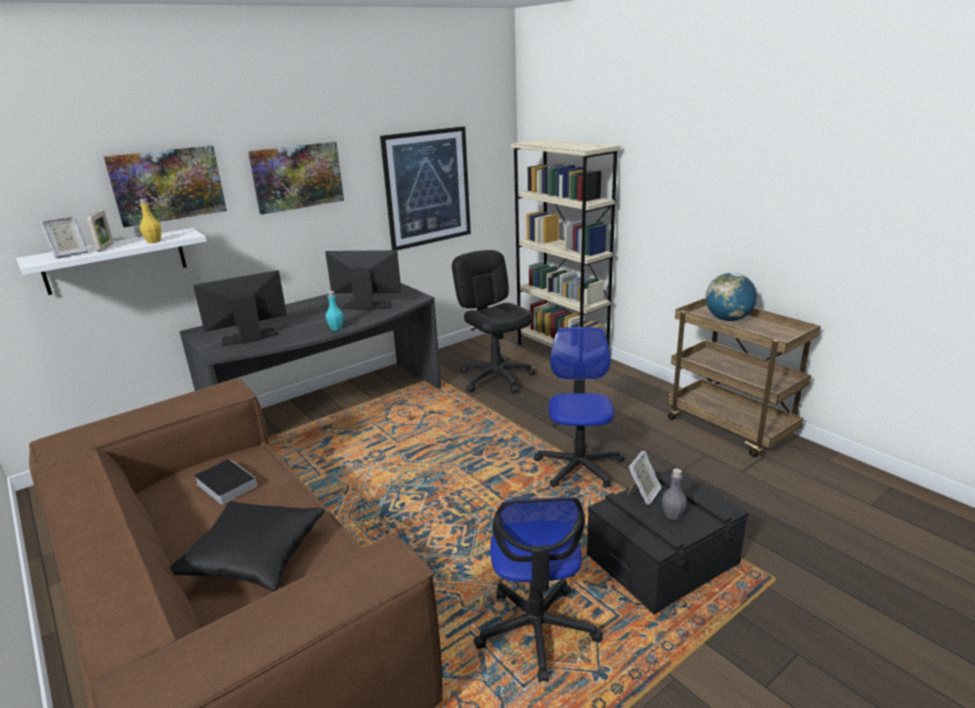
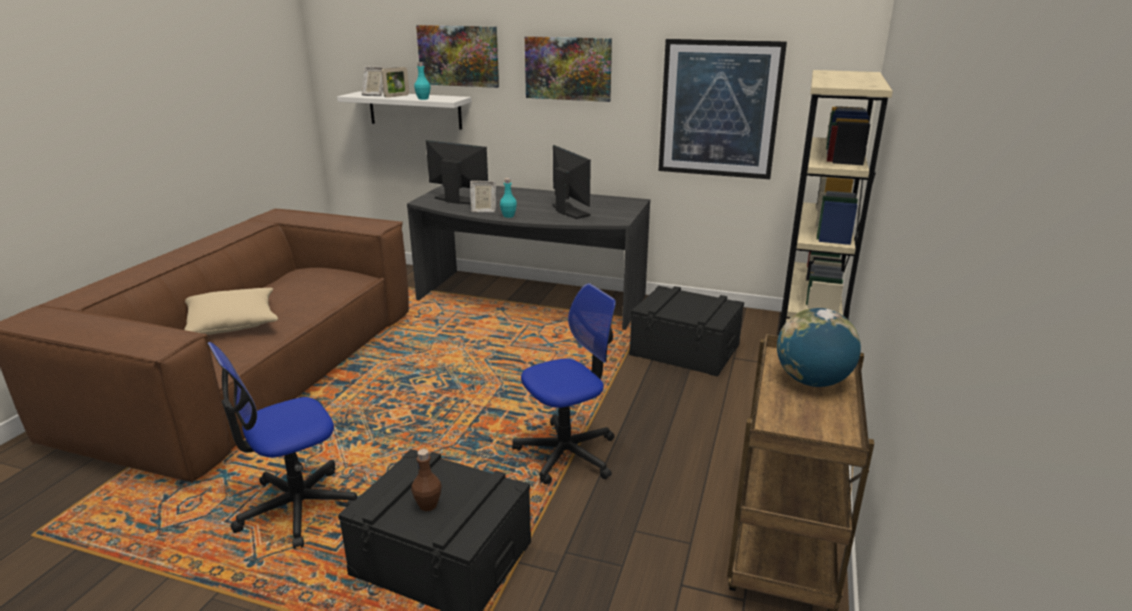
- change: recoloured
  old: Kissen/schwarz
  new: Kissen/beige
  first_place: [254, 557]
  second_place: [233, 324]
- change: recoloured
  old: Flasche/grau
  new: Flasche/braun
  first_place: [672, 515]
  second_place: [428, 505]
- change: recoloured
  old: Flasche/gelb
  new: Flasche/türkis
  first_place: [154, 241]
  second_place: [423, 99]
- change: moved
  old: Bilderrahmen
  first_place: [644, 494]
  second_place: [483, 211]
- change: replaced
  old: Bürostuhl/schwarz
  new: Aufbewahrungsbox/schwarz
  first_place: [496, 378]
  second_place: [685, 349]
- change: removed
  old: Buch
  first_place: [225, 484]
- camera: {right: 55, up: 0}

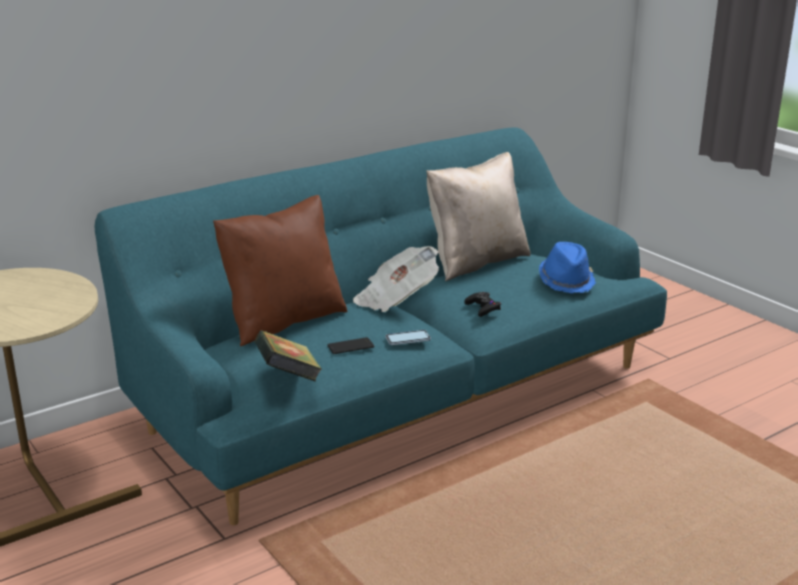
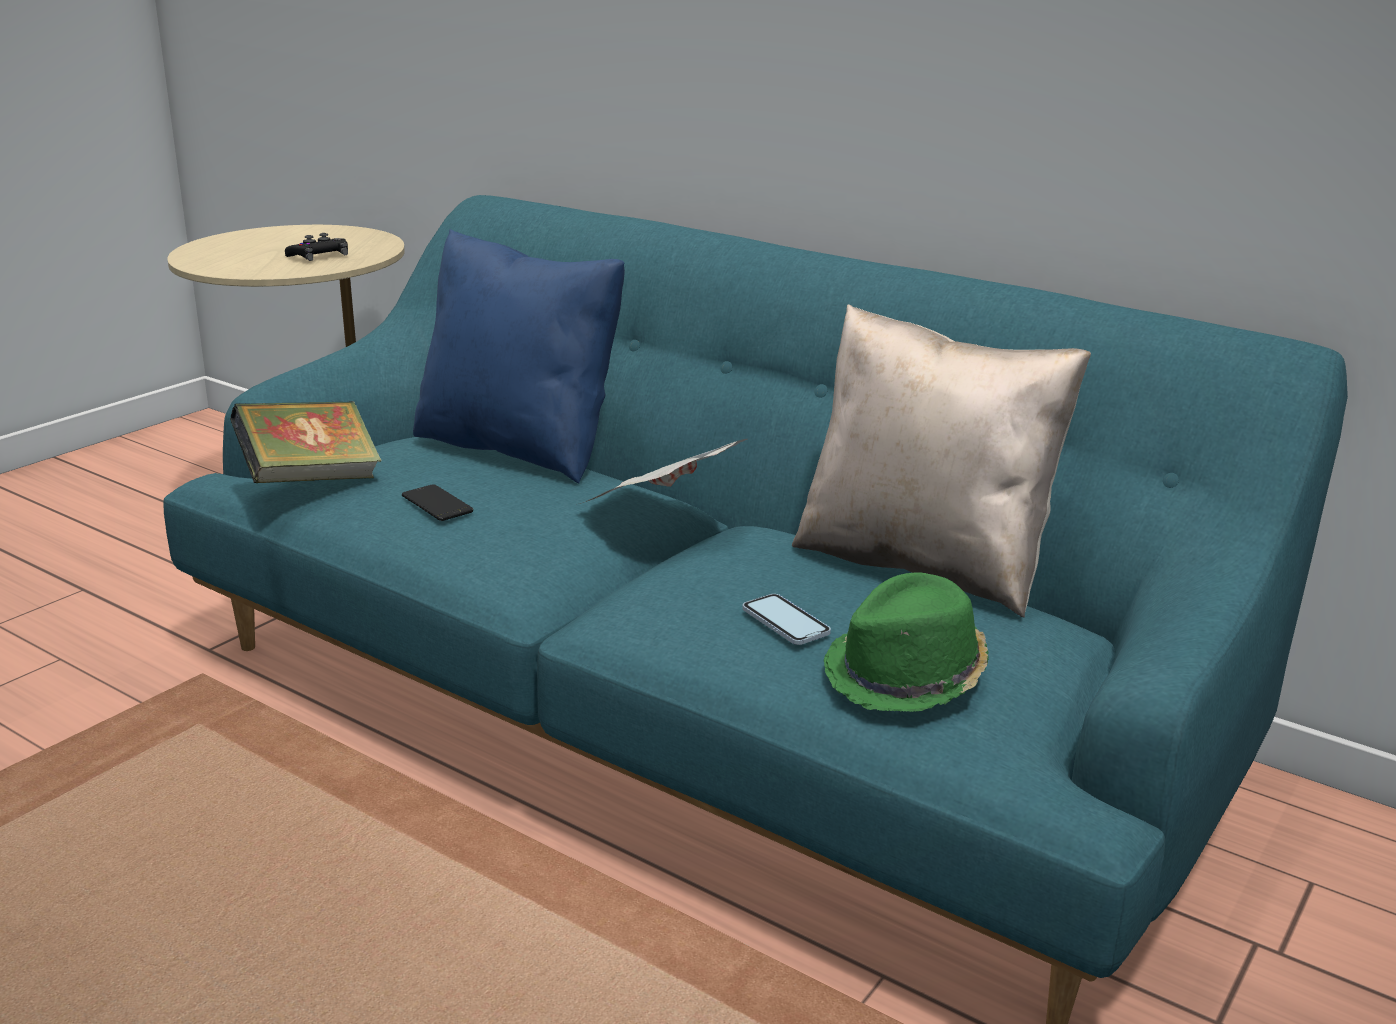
- change: moved
  old: Gamepad/schwarz
  first_place: [483, 308]
  second_place: [319, 256]
- change: recoloured
  old: Kissen/braun
  new: Kissen/blau
  first_place: [283, 321]
  second_place: [519, 448]
- change: moved
  old: Handy
  first_place: [408, 339]
  second_place: [785, 622]
- change: recoloured
  old: Hut/blau
  new: Hut/grün
  first_place: [566, 281]
  second_place: [907, 676]
- camera: {right: 70, up: 0}

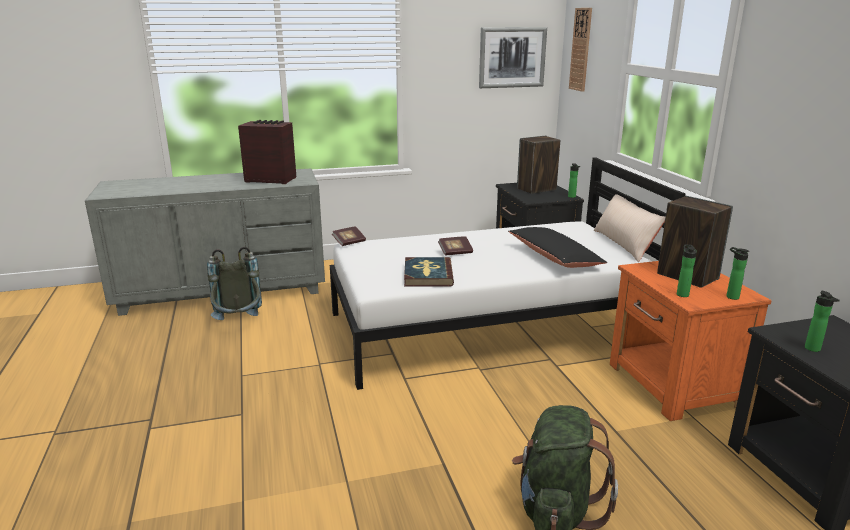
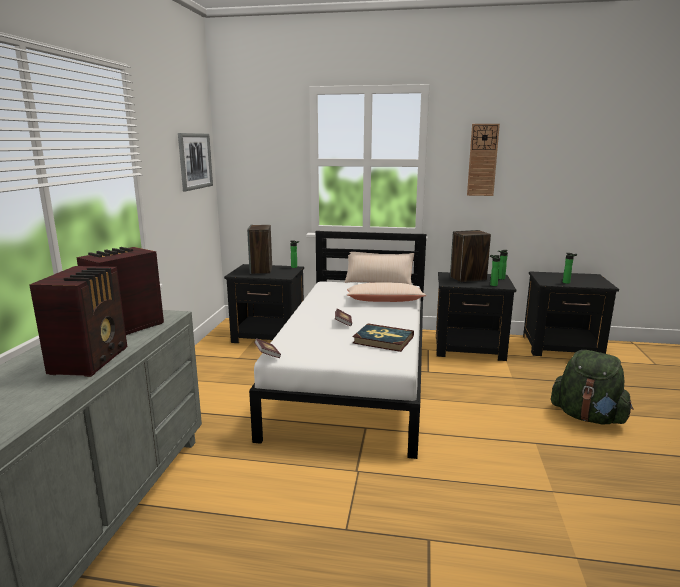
- change: added
  new: Radio
  second_place: [92, 360]
- change: recoloured
  old: Kissen/schwarz
  new: Kissen/beige
  first_place: [554, 257]
  second_place: [384, 301]
- change: recoloured
  old: Nachttisch/orange
  new: Nachttisch/schwarz
  first_place: [673, 385]
  second_place: [470, 348]
- change: moved
  old: Wanduhr
  first_place: [581, 49]
  second_place: [482, 160]
- change: removed
  old: Rucksack/grau
  first_place: [239, 324]
- camera: {right: -65, up: -5}

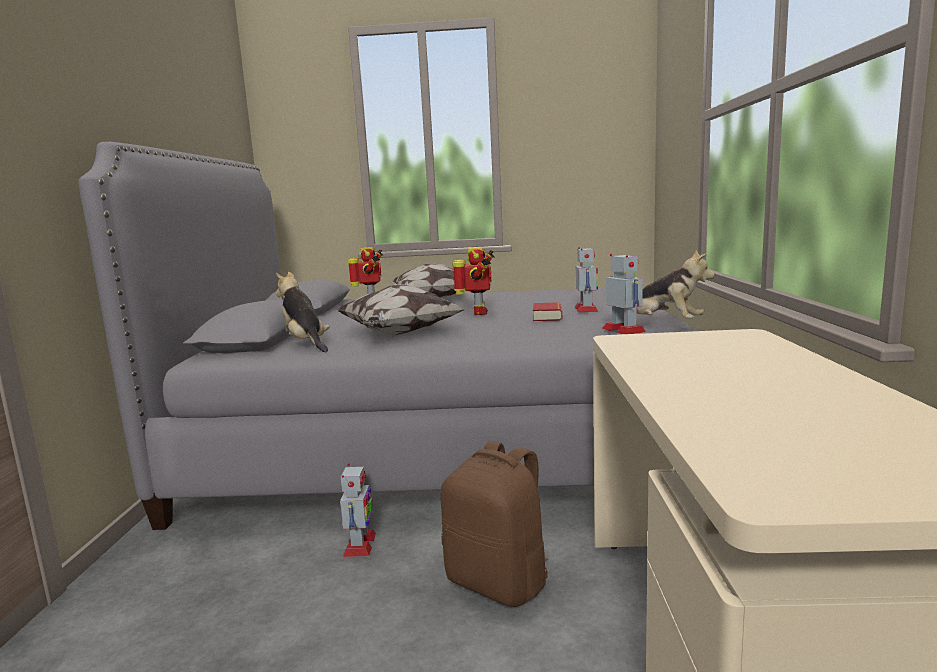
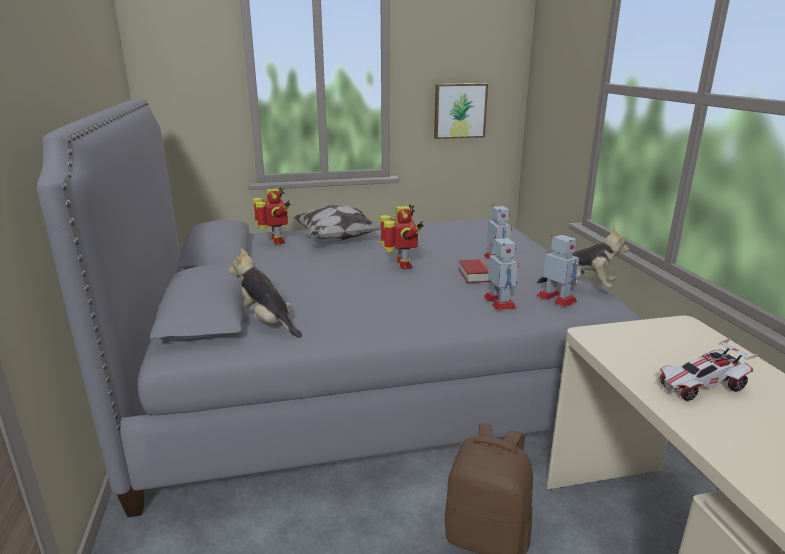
- change: added
  new: Bild
  second_place: [459, 110]
- change: moved
  old: Spielzeugroboter
  first_place: [360, 545]
  second_place: [500, 302]
- change: added
  new: Spielzeugauto
  second_place: [701, 387]
- change: removed
  old: Kissen
  first_place: [399, 334]
- camera: {right: -15, up: 10}

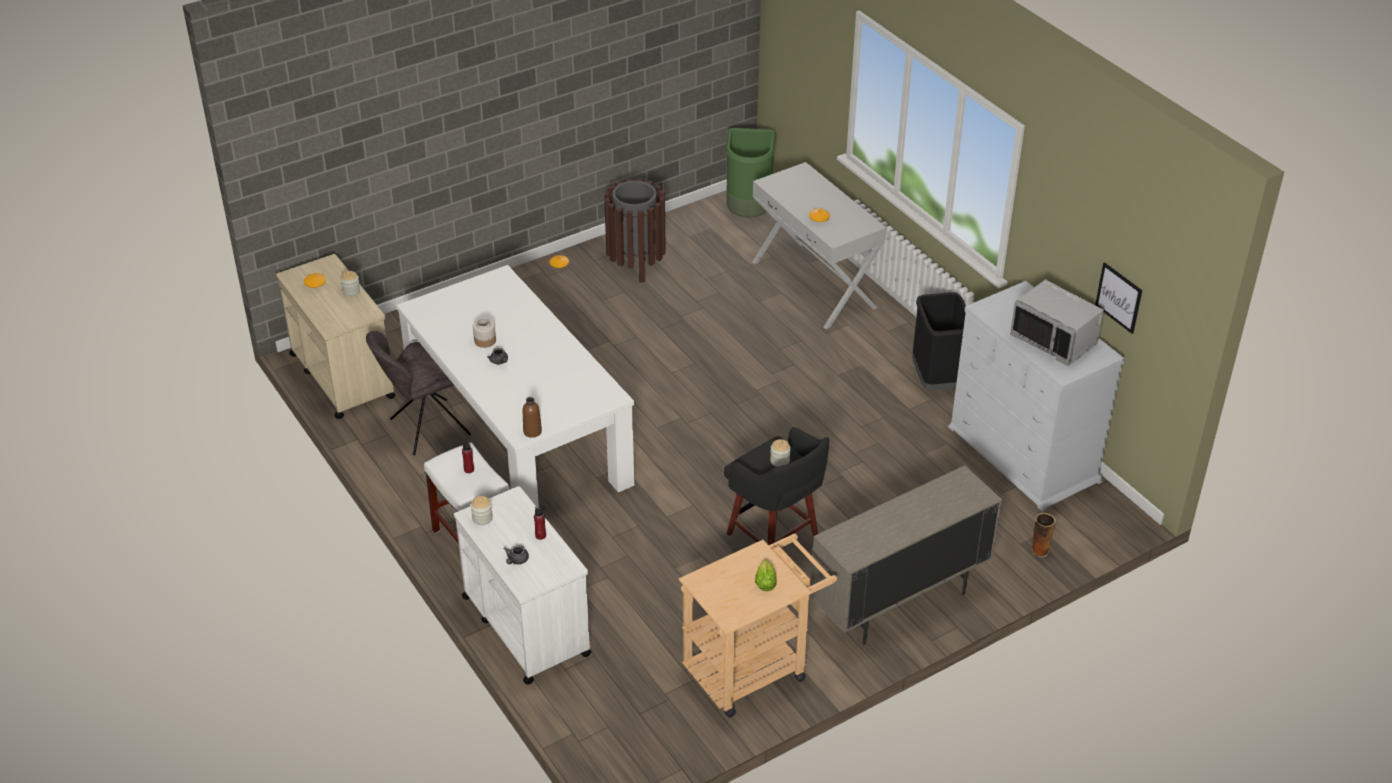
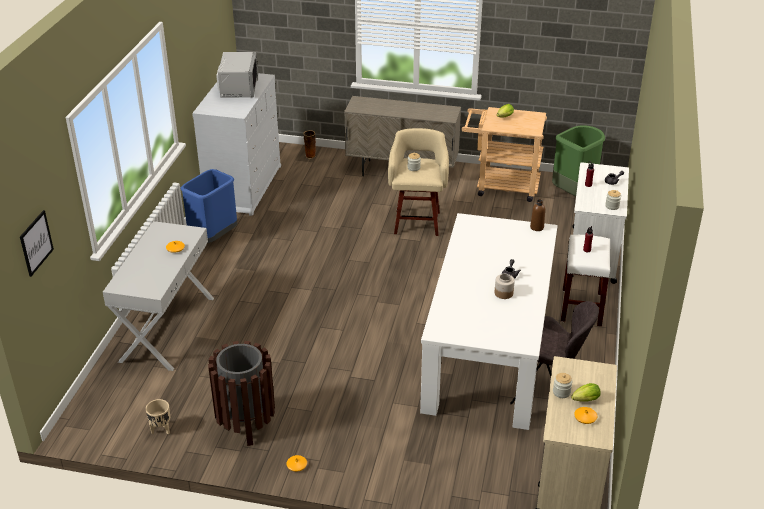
- change: moved
  old: Bild
  first_place: [1119, 297]
  second_place: [36, 243]
- change: added
  new: Pflanzkübel/beige
  second_place: [160, 430]
- change: recoloured
  old: Mülleimer/schwarz
  new: Mülleimer/blau
  first_place: [937, 380]
  second_place: [213, 237]
- change: recoloured
  old: Hocker/schwarz
  new: Hocker/beige
  first_place: [775, 538]
  second_place: [417, 221]
- change: moved
  old: Mülleimer/grün
  first_place: [749, 212]
  second_place: [574, 192]
- change: added
  new: Salatkopf
  second_place: [584, 400]
- camera: {right: -135, up: -5}

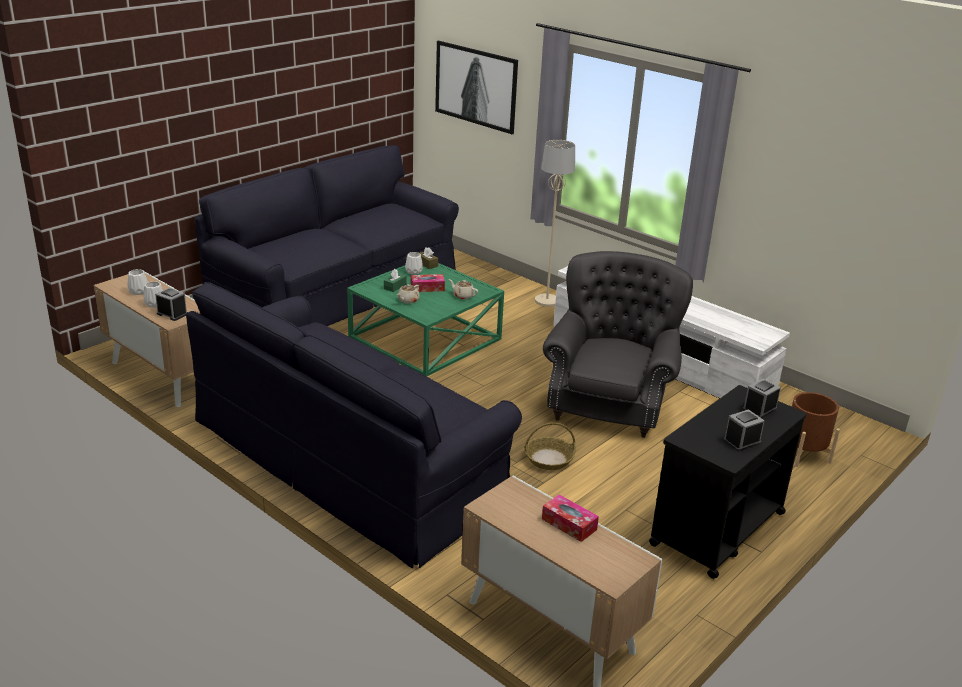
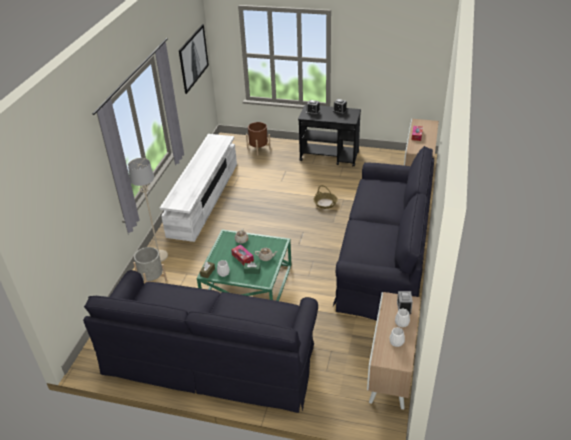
- change: added
  new: Pflanzkübel/grau
  second_place: [152, 279]
- change: moved
  old: Bild
  first_place: [475, 86]
  second_place: [193, 58]
- change: removed
  old: Sessel/grau
  first_place: [609, 402]
- camera: {right: -115, up: 10}

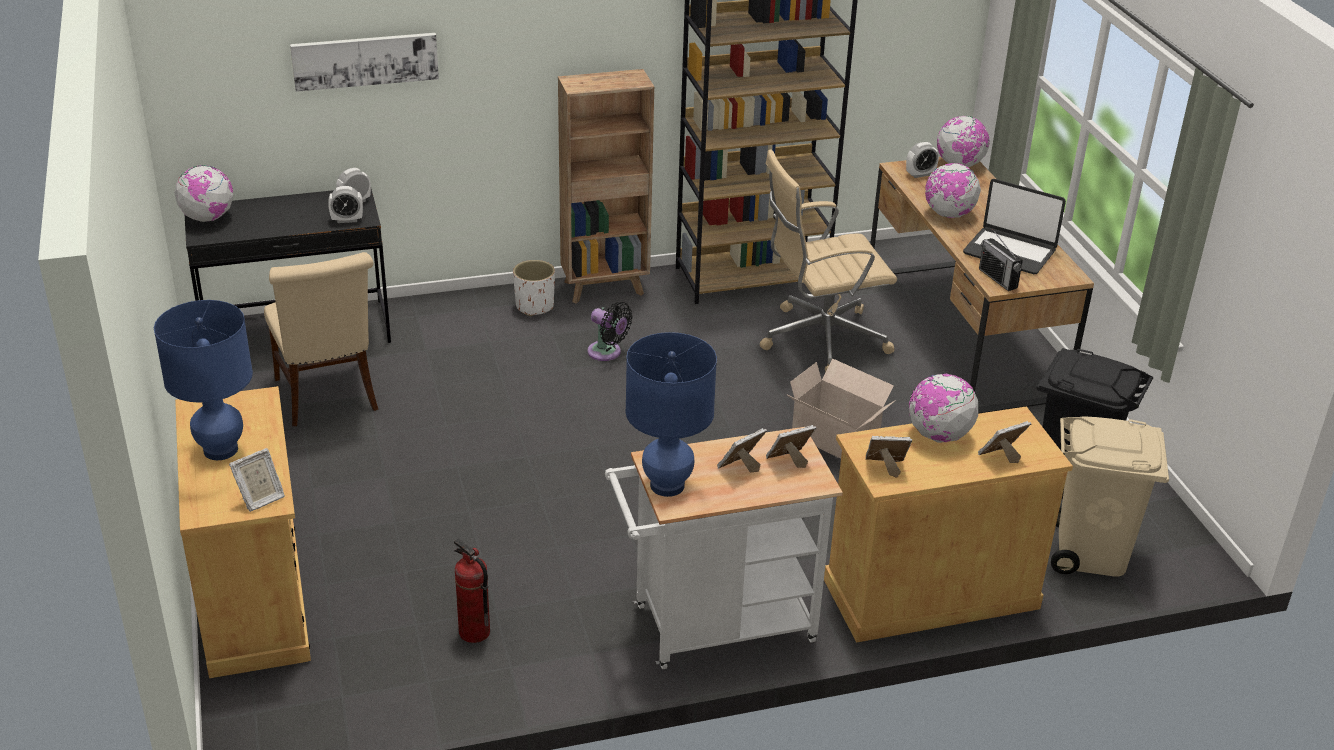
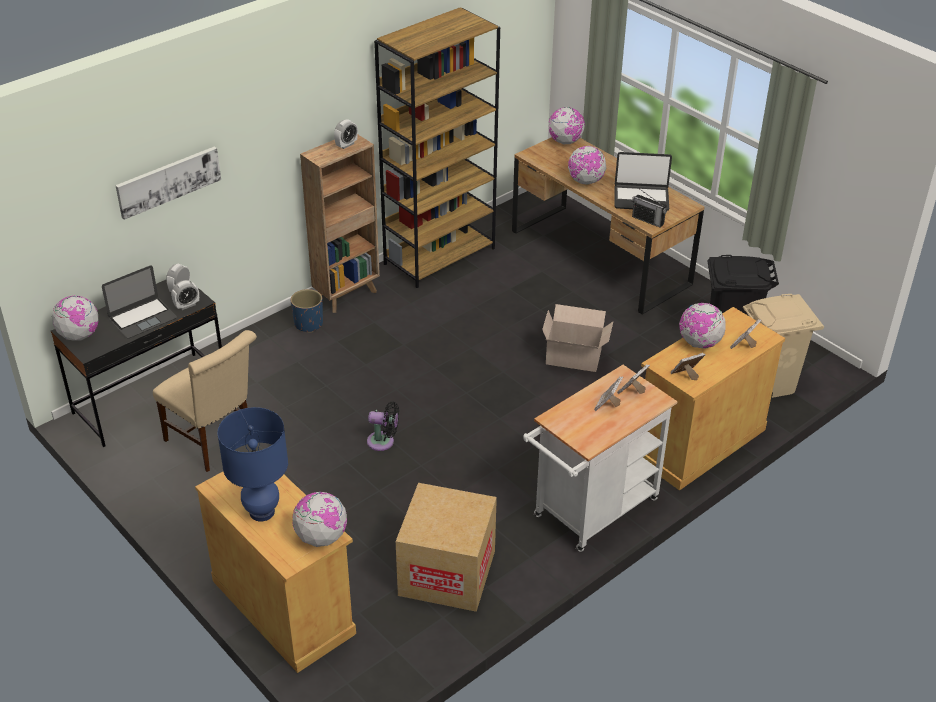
- change: added
  new: Laptop
  second_place: [142, 318]
- change: recoloured
  old: Pflanzkübel/weiß
  new: Pflanzkübel/blau
  first_place: [534, 306]
  second_place: [308, 324]
- change: replaced
  old: Bilderrahmen
  new: Globus
  first_place: [260, 499]
  second_place: [321, 537]
- change: moved
  old: Wecker
  first_place: [920, 174]
  second_place: [346, 145]
- change: moved
  old: Ventilator/schwarz
  first_place: [607, 353]
  second_place: [383, 442]
- change: replaced
  old: Feuerlöscher
  new: Karton
  first_place: [473, 632]
  second_place: [447, 573]
- change: removed
  old: Tischlampe/blau
  first_place: [667, 485]
- change: removed
  old: Bürostuhl/beige
  first_place: [819, 340]
- camera: {right: -25, up: 5}

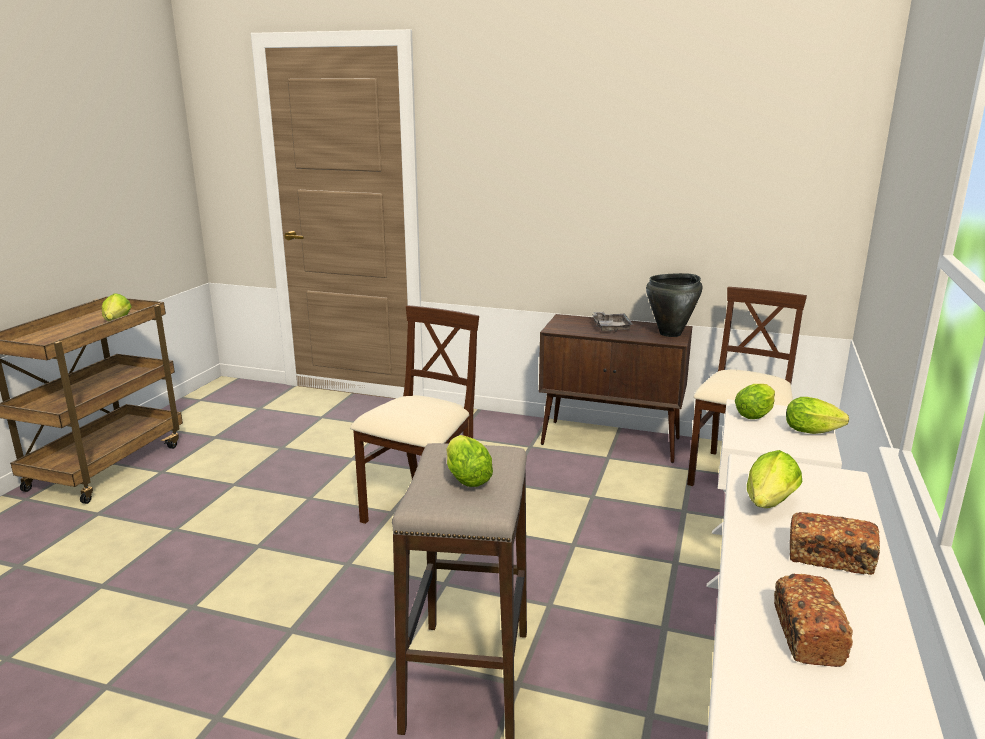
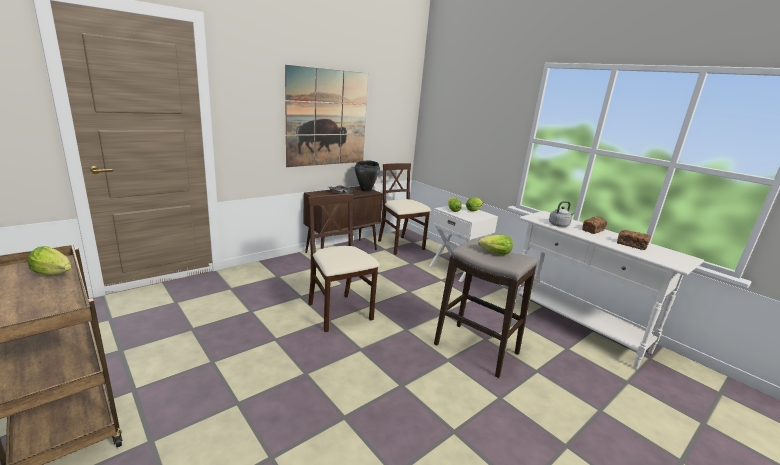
- change: added
  new: Bild
  second_place: [327, 118]
- change: replaced
  old: Salatkopf
  new: Wasserkessel/grau
  first_place: [768, 506]
  second_place: [559, 225]
- camera: {right: -60, up: 0}

